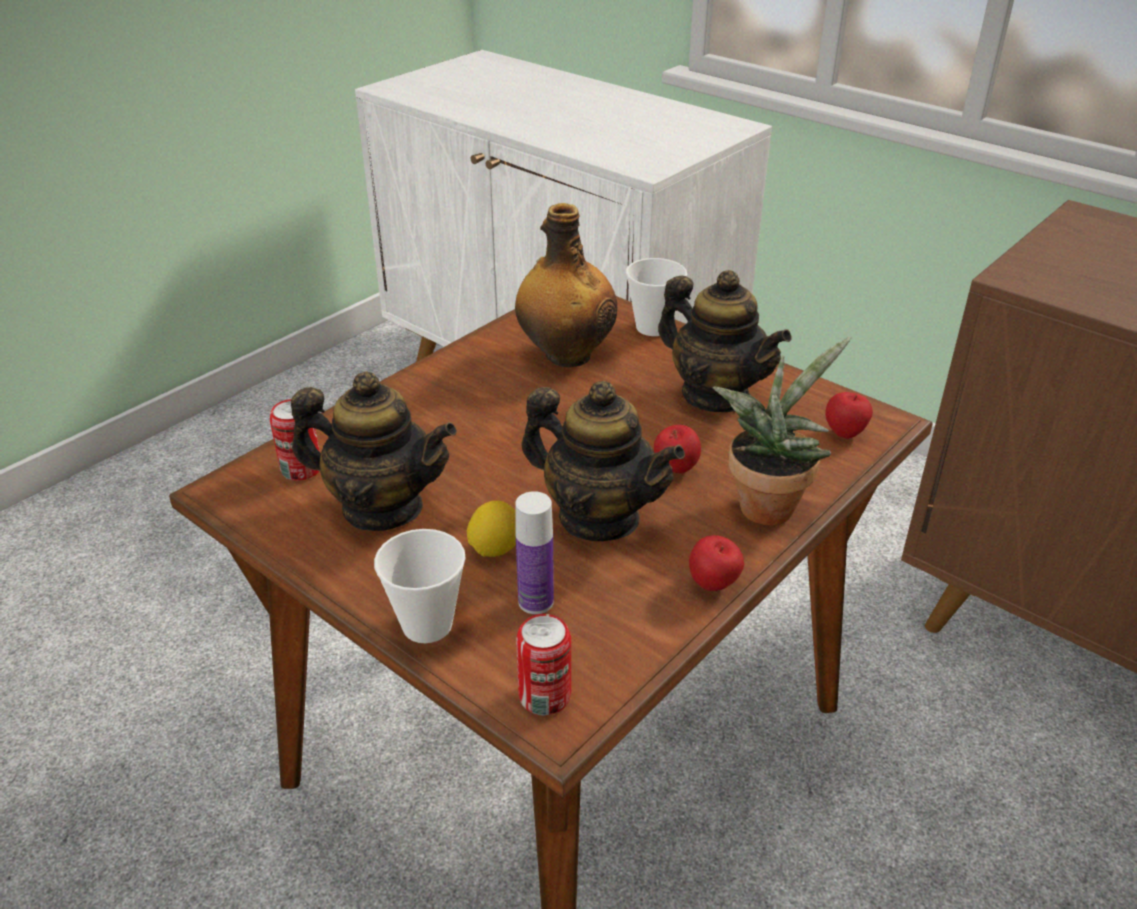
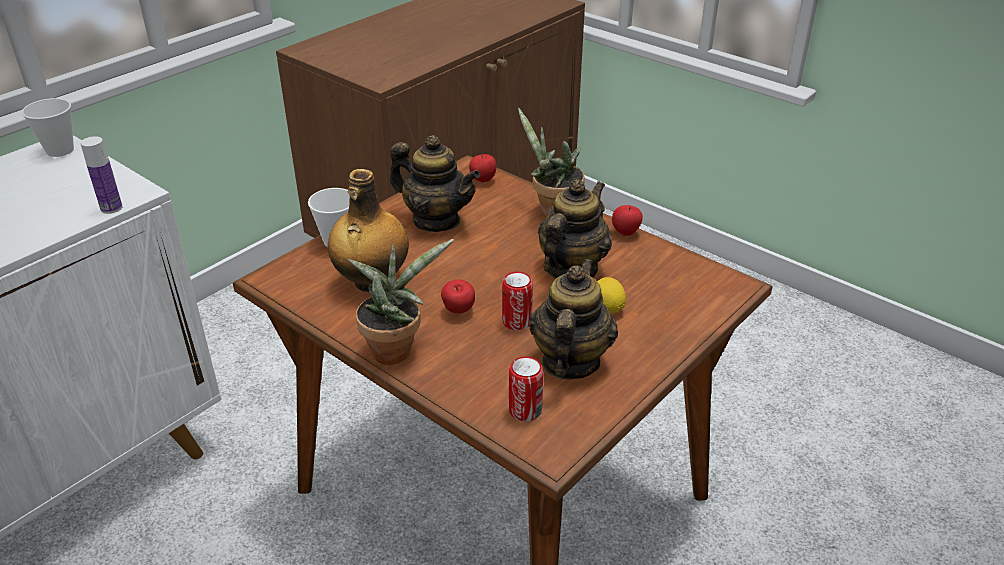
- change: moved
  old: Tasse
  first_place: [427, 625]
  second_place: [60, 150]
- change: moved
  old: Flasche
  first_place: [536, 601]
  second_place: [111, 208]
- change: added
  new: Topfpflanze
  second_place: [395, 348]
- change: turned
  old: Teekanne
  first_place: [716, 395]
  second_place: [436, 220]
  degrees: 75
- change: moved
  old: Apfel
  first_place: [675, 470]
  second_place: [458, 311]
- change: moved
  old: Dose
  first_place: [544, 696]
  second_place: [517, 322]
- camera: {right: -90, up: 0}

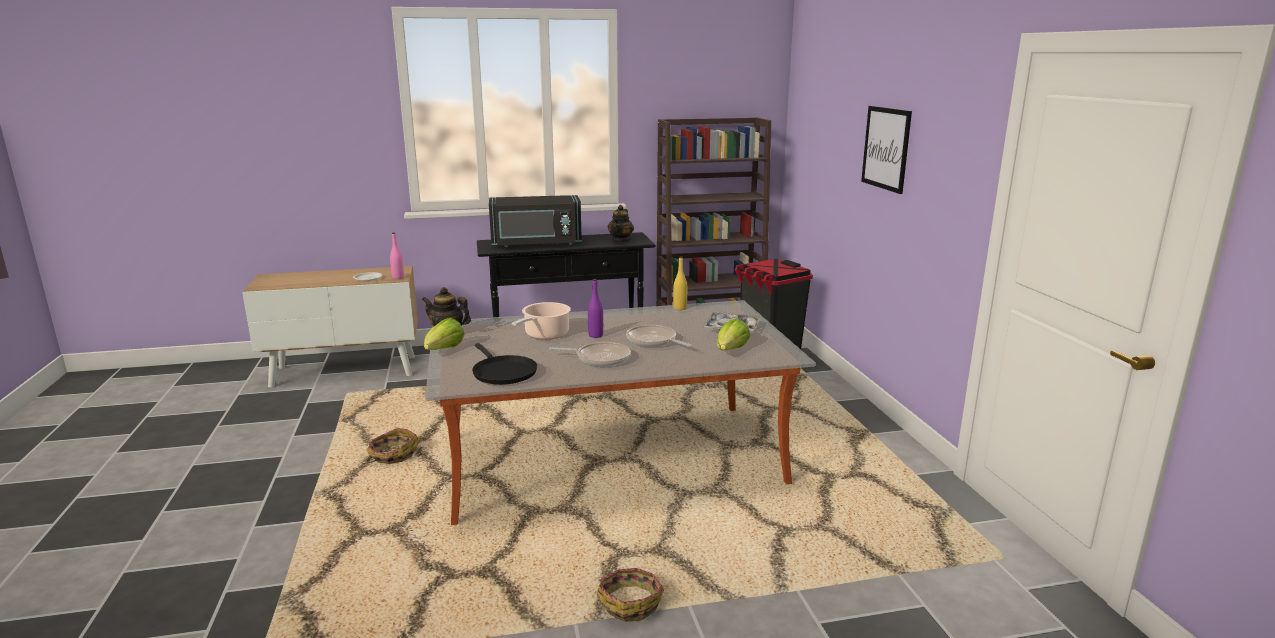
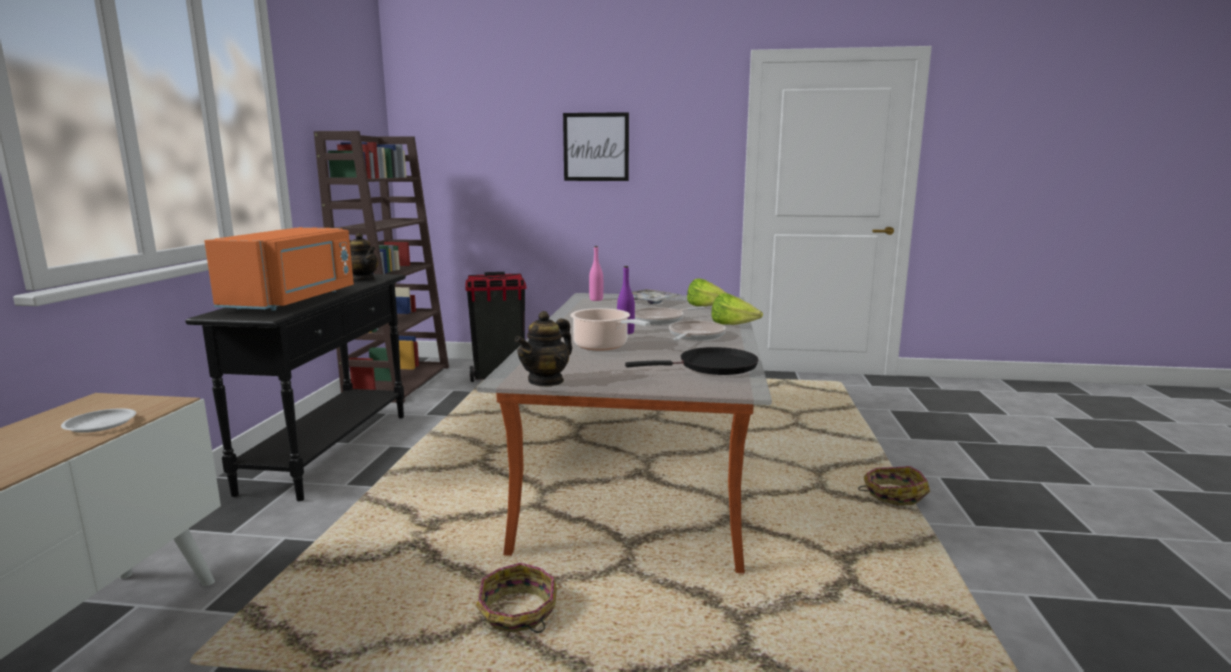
- change: recoloured
  old: Mikrowelle/schwarz
  new: Mikrowelle/orange
  first_place: [536, 244]
  second_place: [293, 300]
- change: moved
  old: Flasche/rosa
  first_place: [398, 277]
  second_place: [596, 299]
- change: moved
  old: Salatkopf
  first_place: [444, 350]
  second_place: [733, 326]
- change: removed
  old: Flasche/gelb
  first_place: [680, 308]
- camera: {right: -70, up: -5}

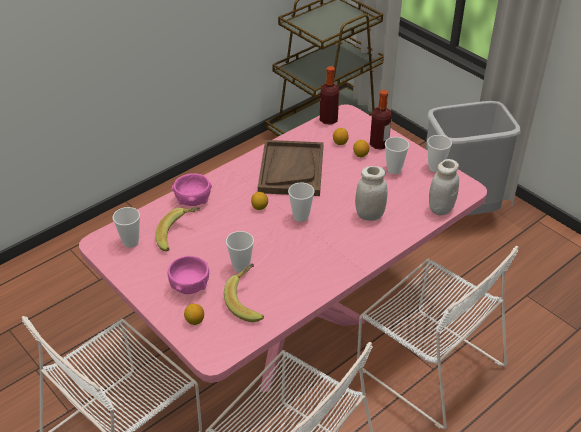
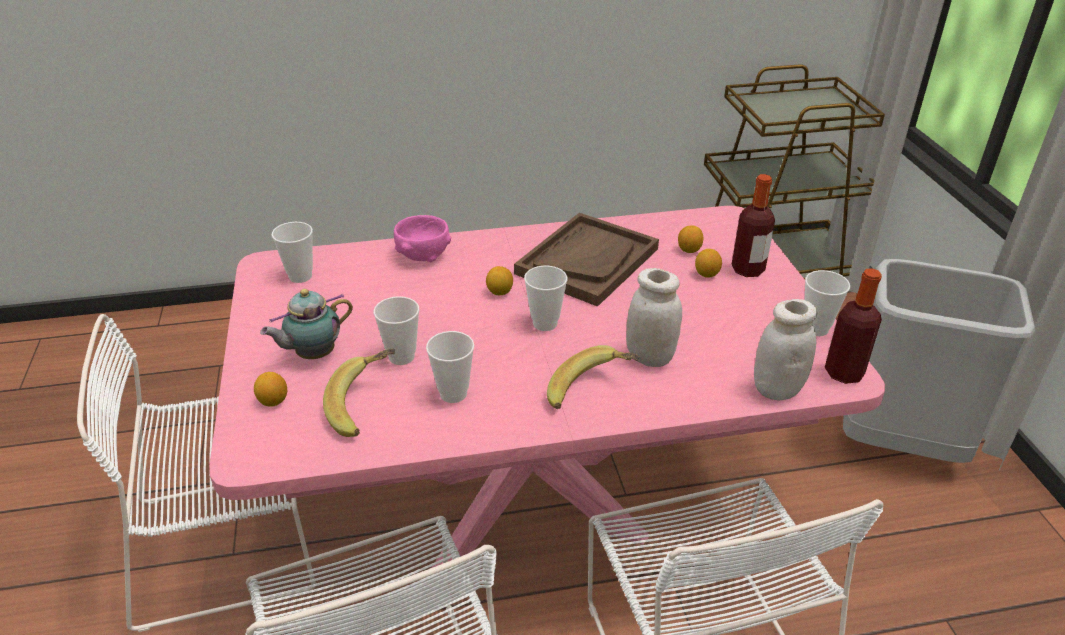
- change: replaced
  old: Schüssel/rosa
  new: Teekanne
  first_place: [189, 286]
  second_place: [313, 355]
- change: moved
  old: Tasse
  first_place: [394, 169]
  second_place: [453, 394]
- change: moved
  old: Banane
  first_place: [179, 236]
  second_place: [591, 393]
- change: moved
  old: Flasche
  first_place: [328, 120]
  second_place: [843, 373]
- camera: {right: 30, up: -5}

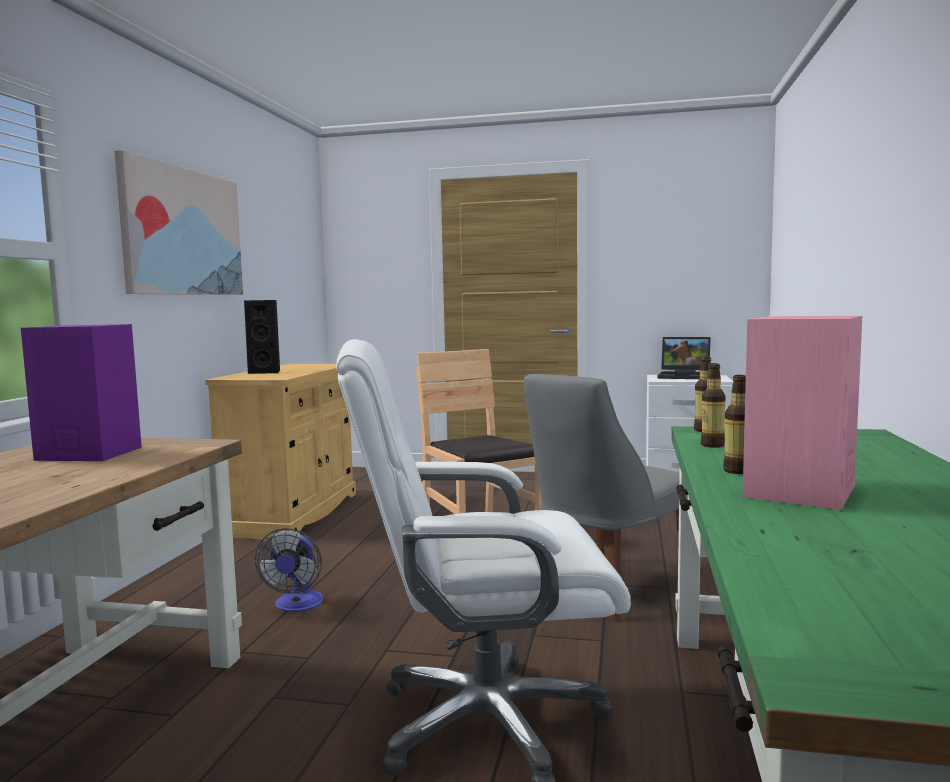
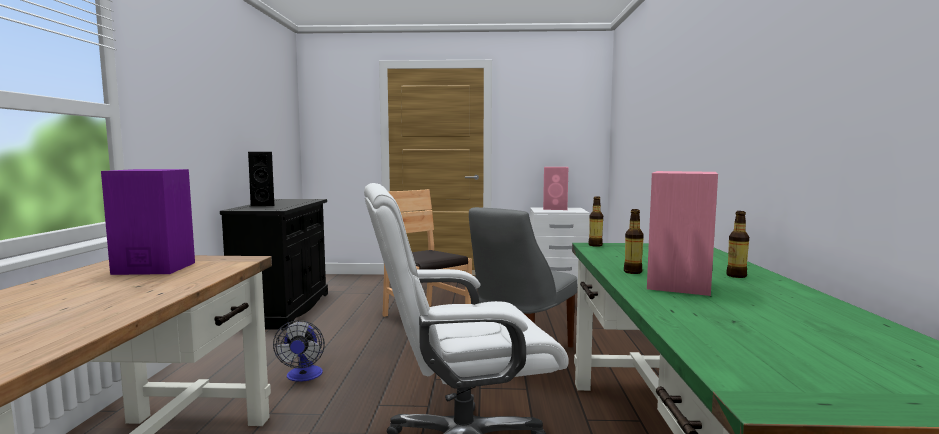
- change: recoloured
  old: Schrank/beige
  new: Schrank/schwarz
  first_place: [293, 513]
  second_place: [283, 309]
- change: replaced
  old: Laptop
  new: Lautsprecher/rosa
  first_place: [685, 376]
  second_place: [556, 208]
- change: moved
  old: Flasche
  first_place: [712, 445]
  second_place: [736, 276]
- change: removed
  old: Bild
  first_place: [182, 232]
- camera: {right: -10, up: 0}

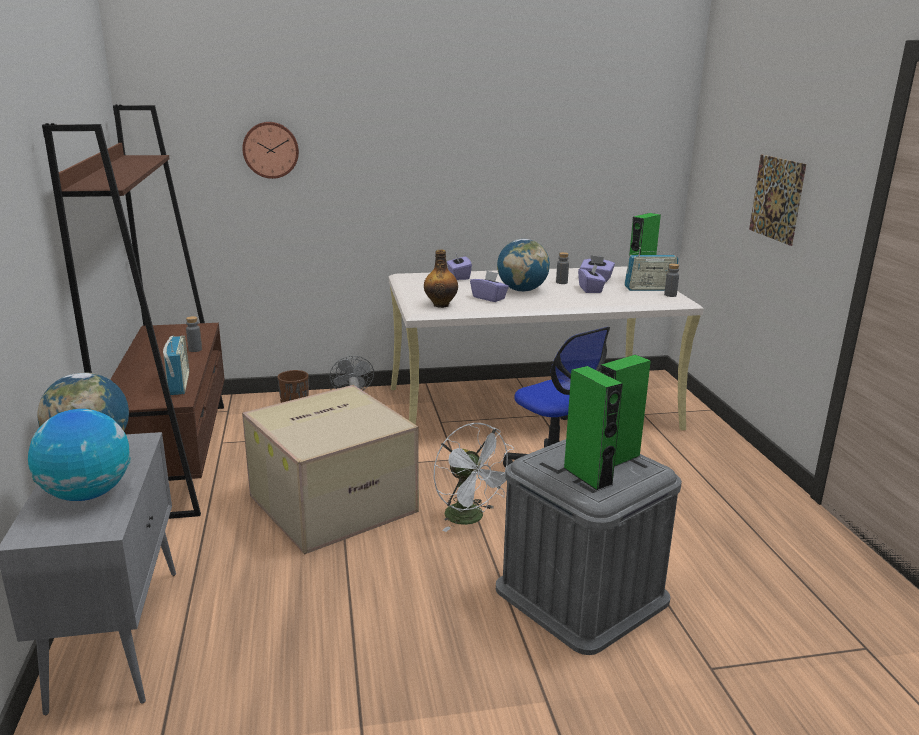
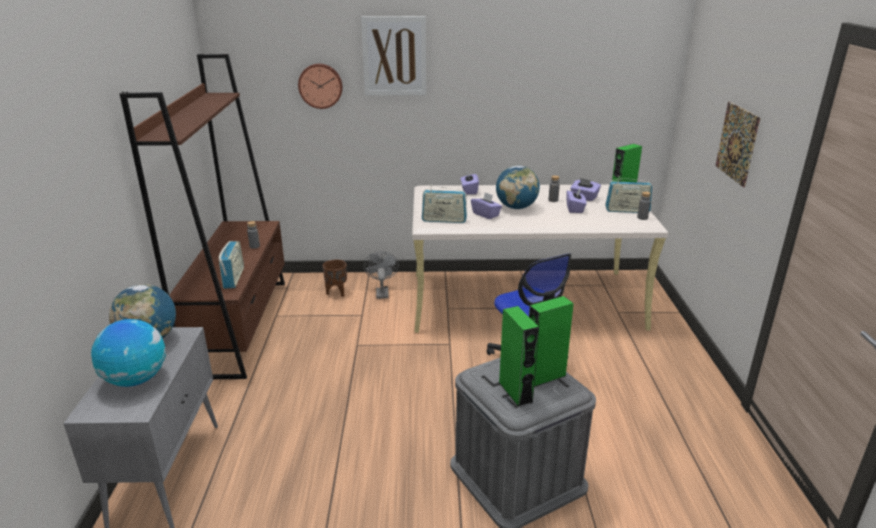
- change: added
  new: Bild
  second_place: [394, 56]
- change: replaced
  old: Flasche
  new: Radio
  first_place: [441, 305]
  second_place: [444, 220]
- change: removed
  old: Karton
  first_place: [333, 502]
- change: removed
  old: Ventilator/weiß
  first_place: [470, 518]
- camera: {right: 10, up: 5}

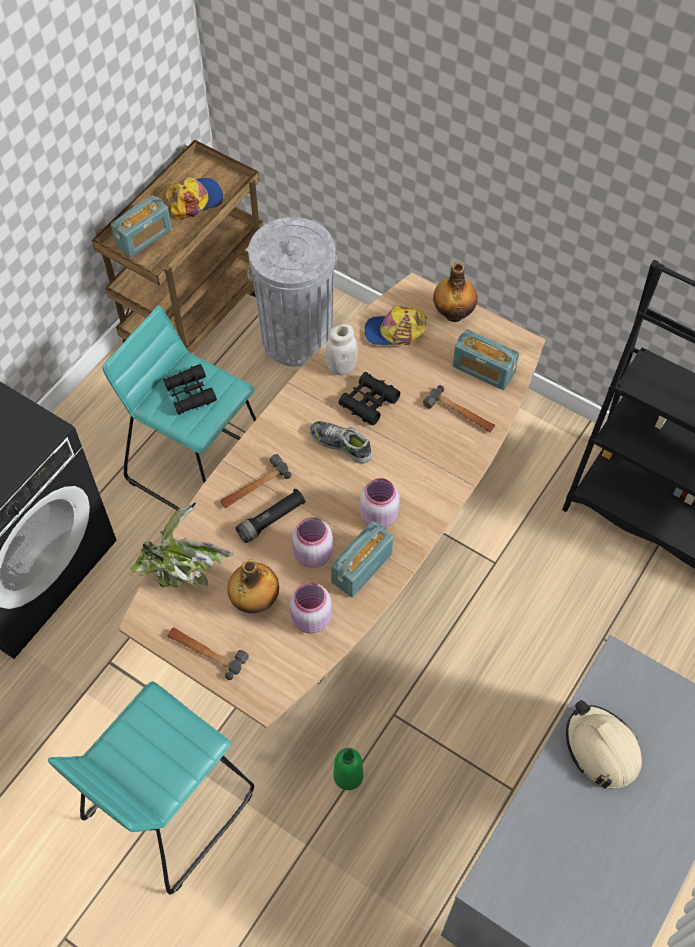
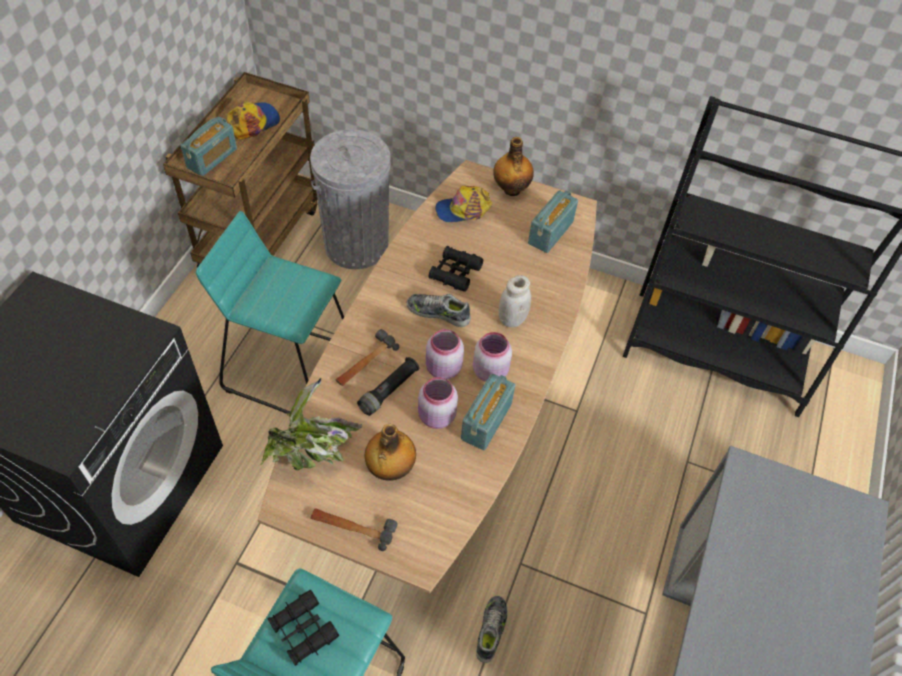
- change: moved
  old: Fernglas/schwarz
  first_place: [190, 394]
  second_place: [303, 630]
- change: moved
  old: Vorratsglas/rosa
  first_place: [310, 619]
  second_place: [442, 369]
- change: replaced
  old: Flasche/grün
  new: Schuh
  first_place: [348, 776]
  second_place: [491, 630]
- change: moved
  old: Vorratsglas/weiß
  first_place: [341, 367]
  second_place: [512, 319]
- change: turned
  old: Radio
  first_place: [483, 370]
  second_place: [550, 232]
  degrees: 105
- change: removed
  old: Hammer
  first_place: [460, 414]
- change: removed
  old: Schutzhelm/beige
  first_place: [601, 749]
- camera: {right: -15, up: -5}

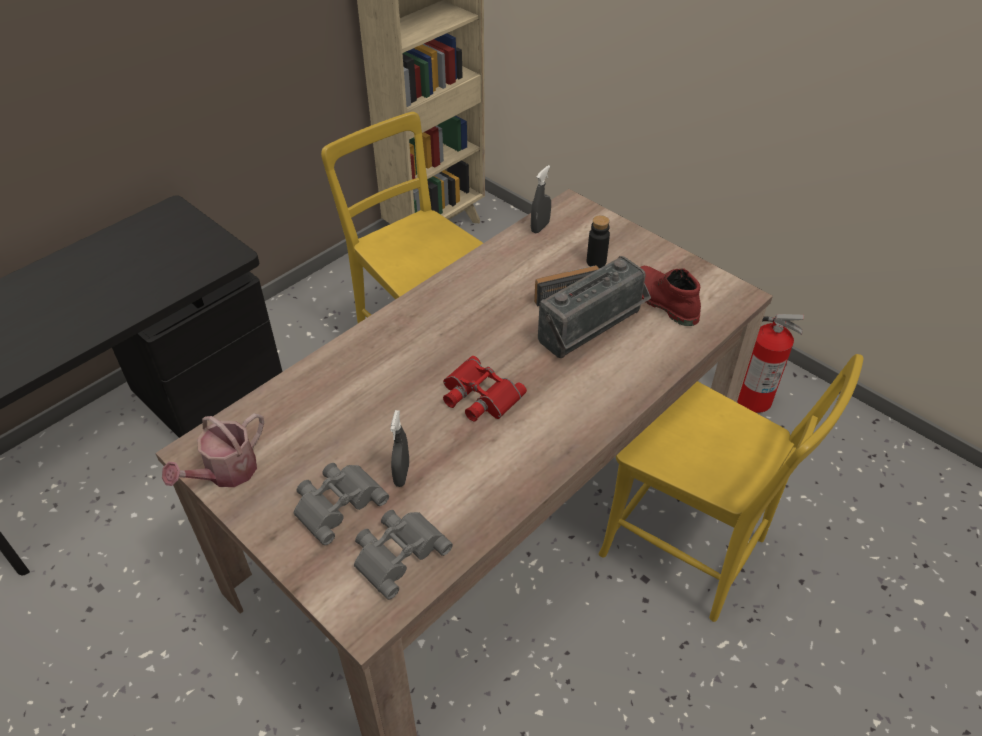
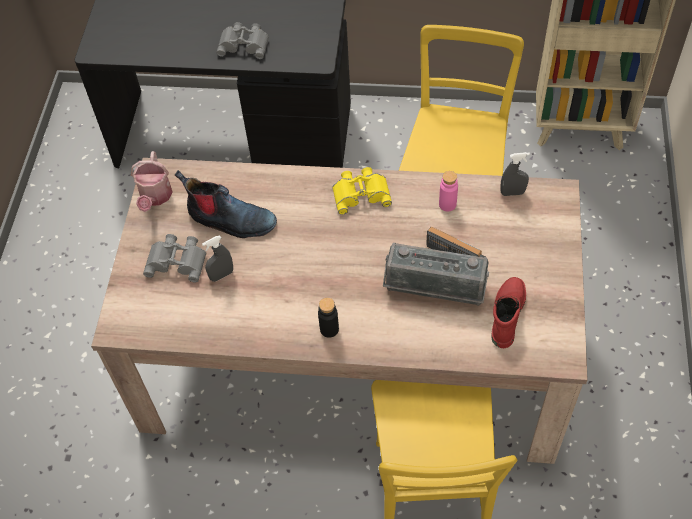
- change: turned
  old: Gießkanne
  first_place: [225, 473]
  second_place: [155, 197]
  degrees: -90
- change: added
  new: Stiefel
  second_place: [230, 221]
- change: moved
  old: Fernglas/grau
  first_place: [398, 552]
  second_place: [244, 44]
- change: moved
  old: Flasche/schwarz
  first_place: [596, 262]
  second_place: [329, 329]
- change: added
  new: Fernglas/gelb
  second_place: [361, 193]
- change: added
  new: Flasche/rosa
  second_place: [447, 204]
- change: removed
  old: Fernglas/rot
  first_place: [478, 396]
- change: removed
  old: Feuerlöscher
  first_place: [752, 399]
- camera: {right: 55, up: 10}

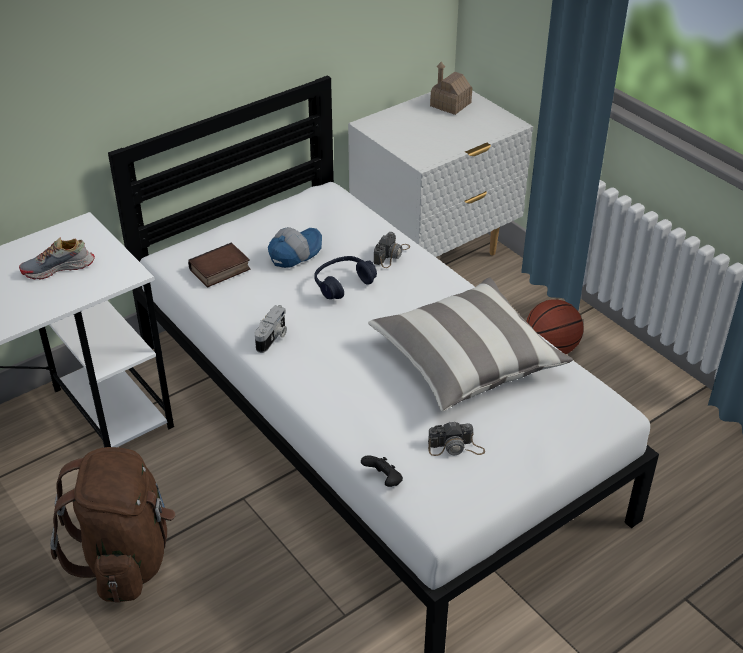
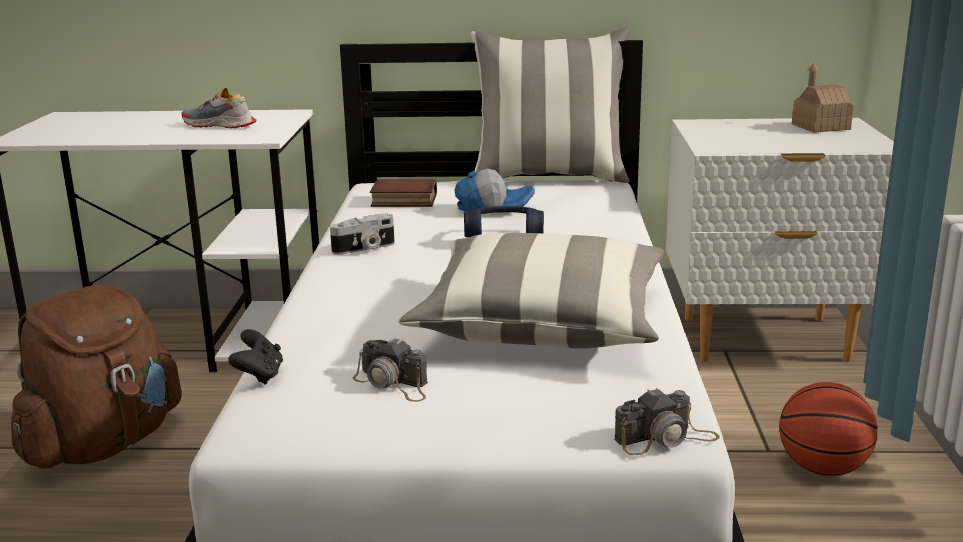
- change: added
  new: Kissen
  second_place: [549, 177]
- change: moved
  old: Kamera
  first_place: [391, 254]
  second_place: [666, 438]
- camera: {right: 40, up: -20}

